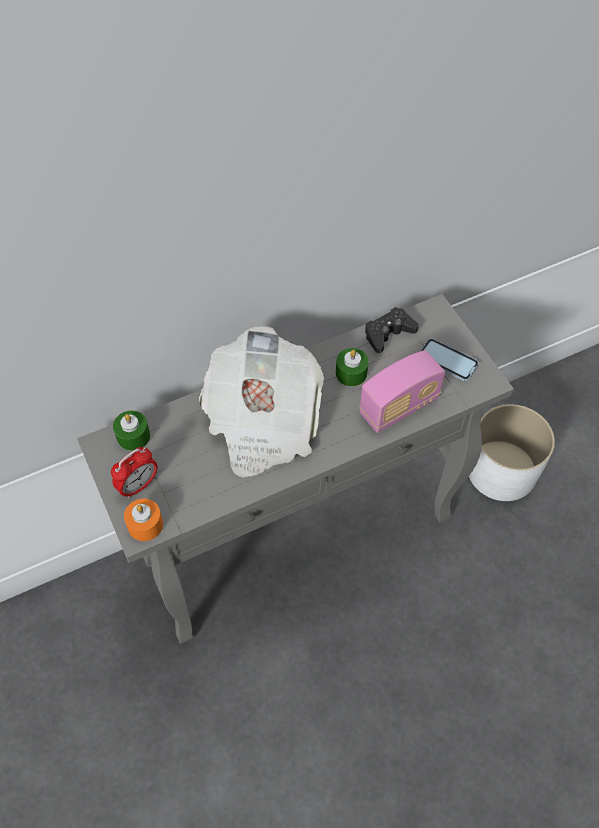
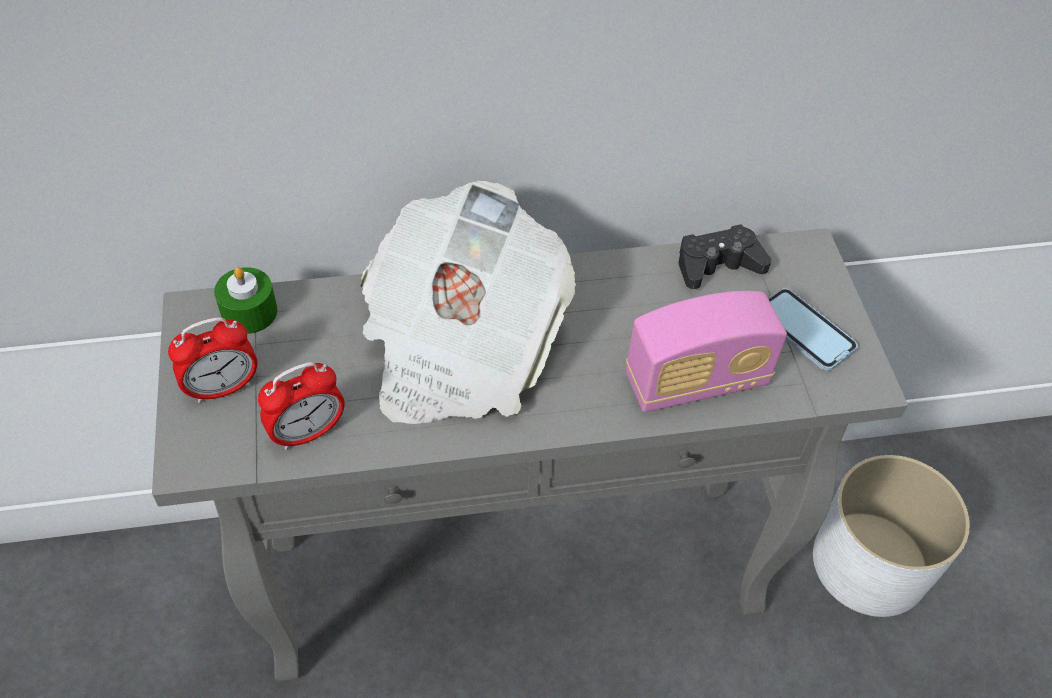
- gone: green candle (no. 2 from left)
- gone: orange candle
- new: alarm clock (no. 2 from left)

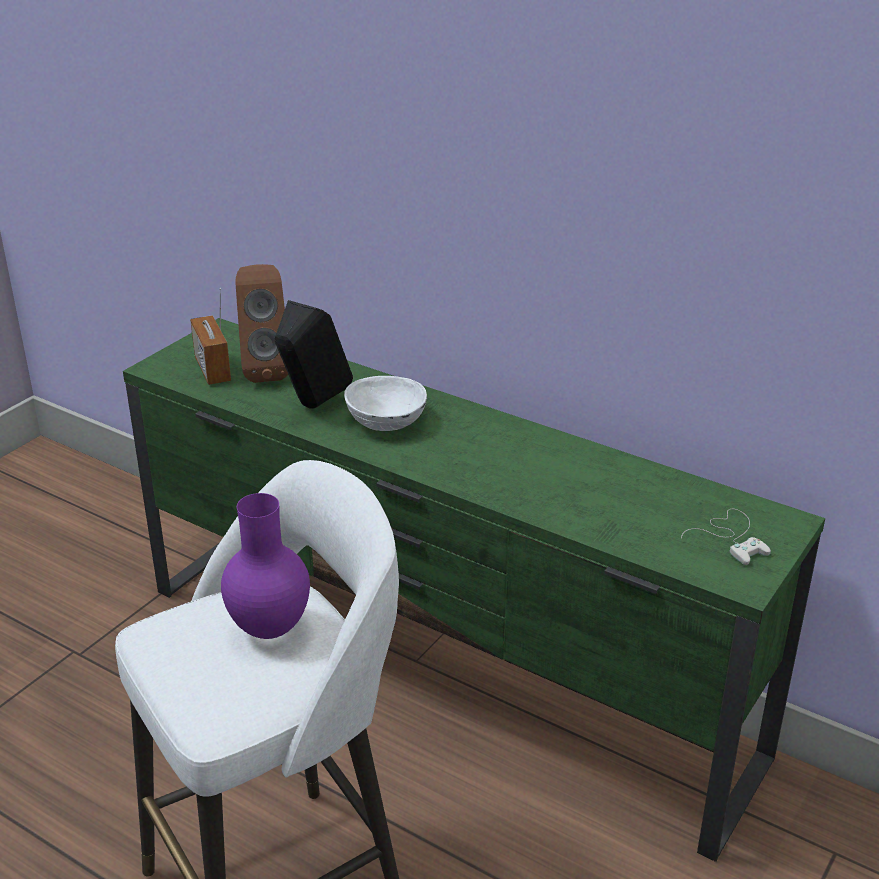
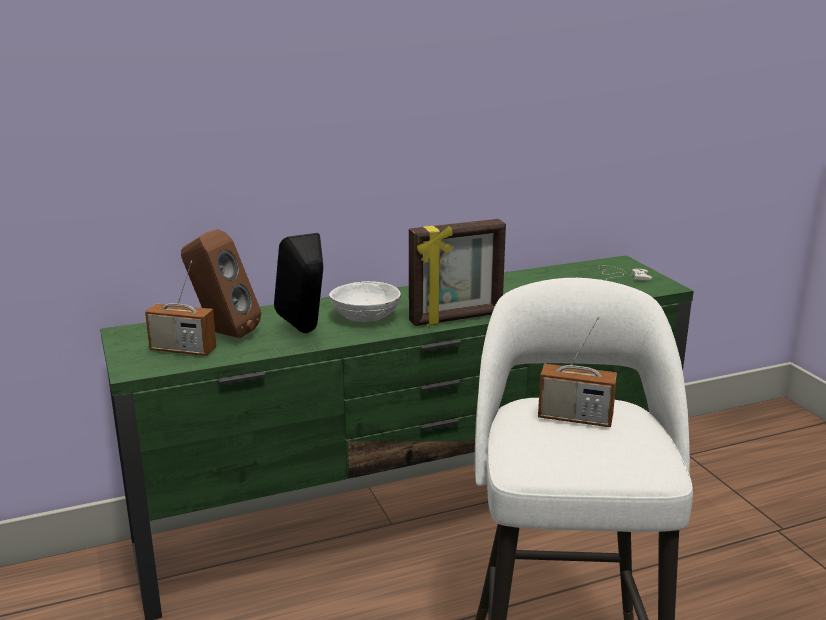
- swapped: purple vase to radio (no. 2 from left)
- new: picture frame

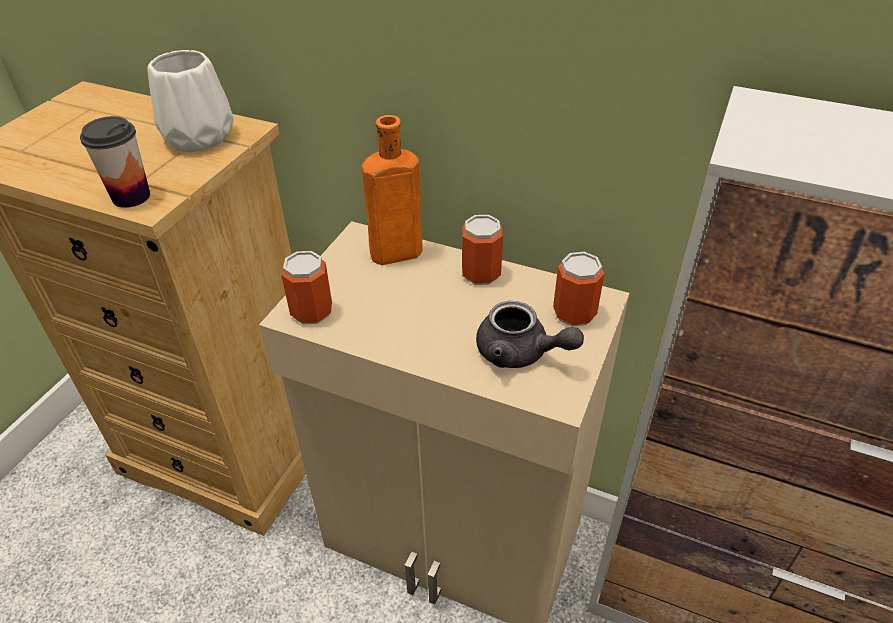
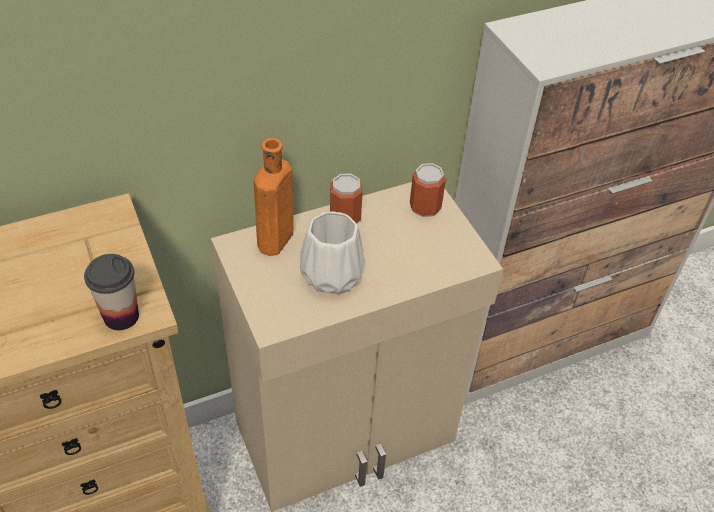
- shifted: white vase
- gone: can (no. 1 from left)
- gone: grey teapot

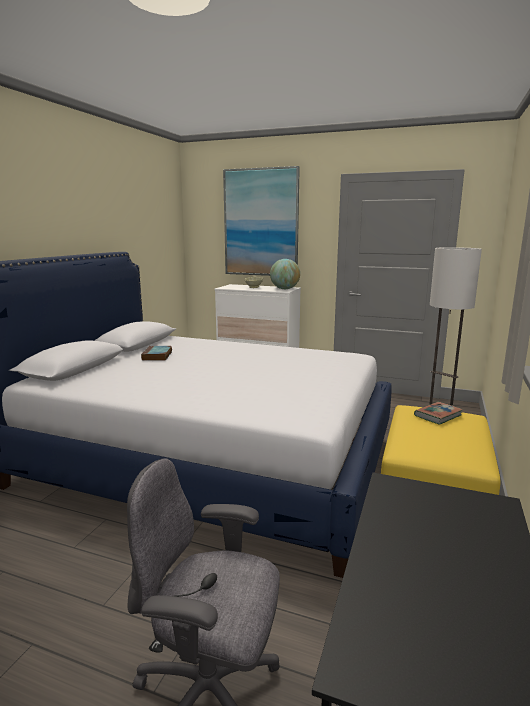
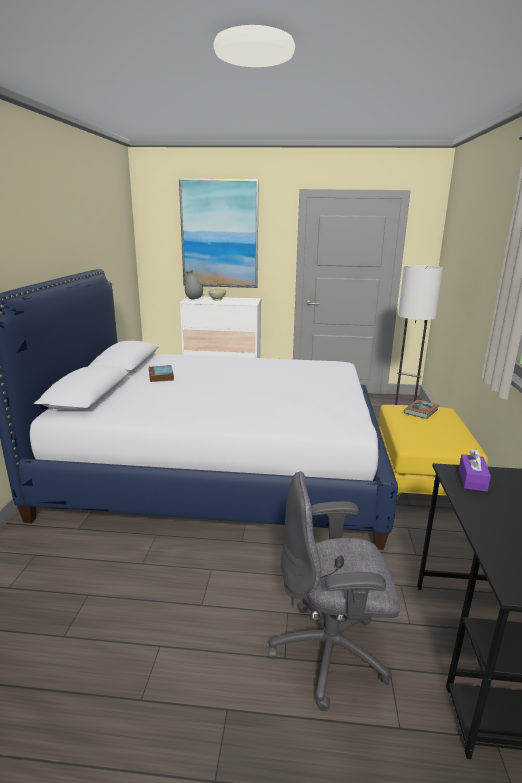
- gone: globe
- new: grey vase
- new: purple tissue box

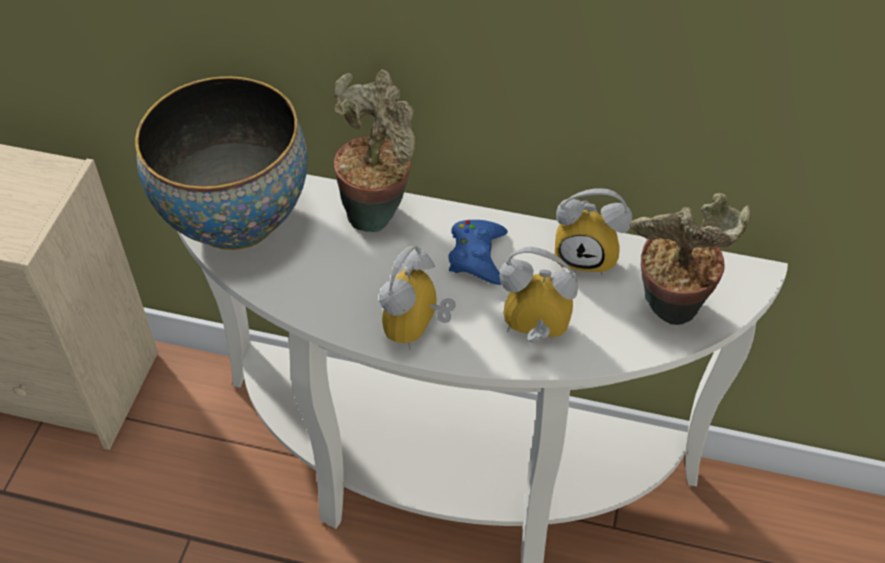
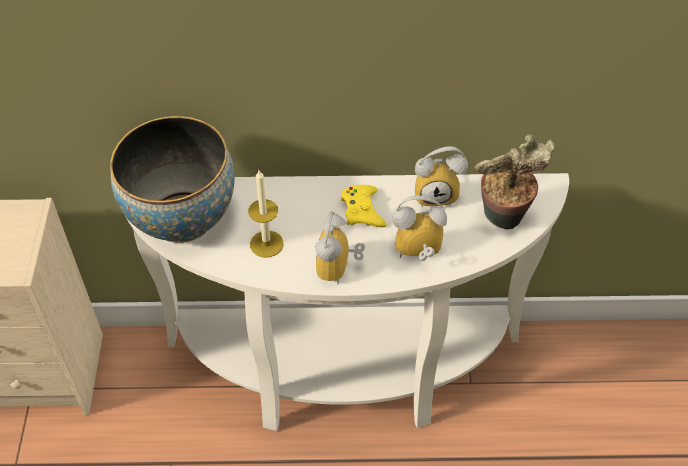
- gone: potted plant (no. 1 from left)
- repainted: blue game controller to yellow game controller
- new: candle

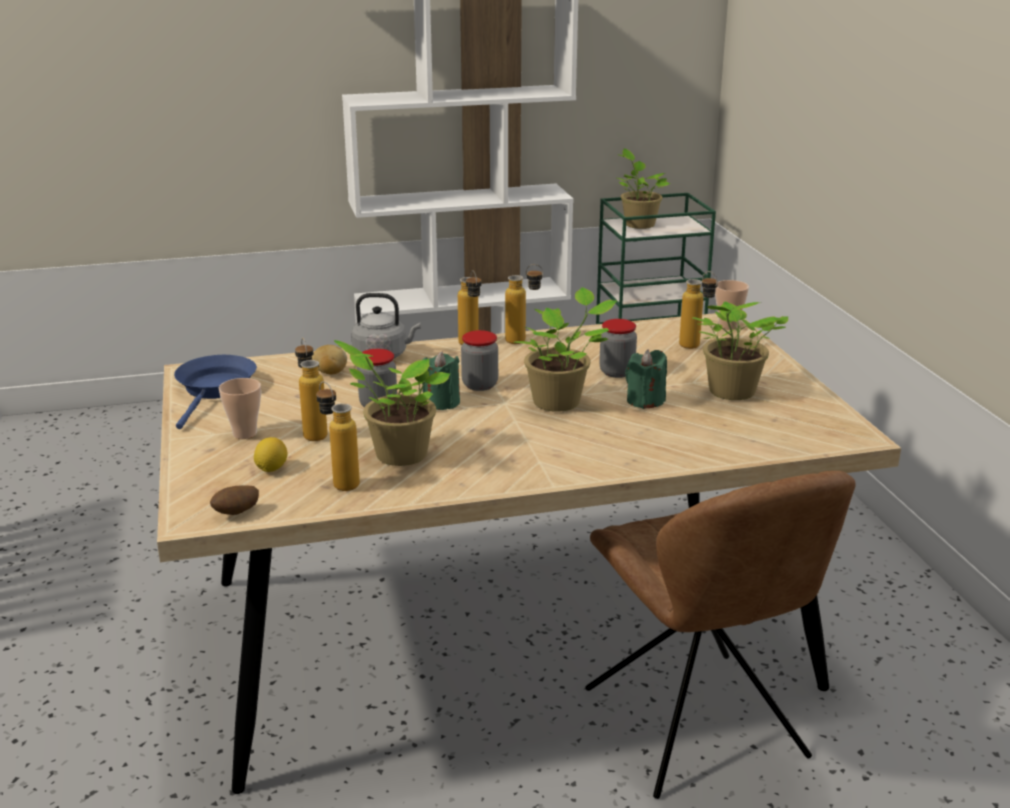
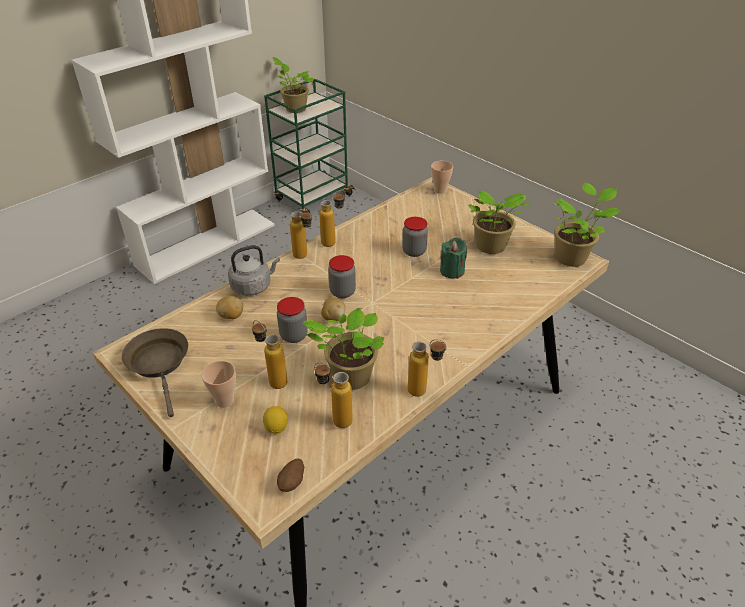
- shifted: bottle (no. 5 from left)
- shifted: potted plant (no. 2 from left in the first image) to potted plant (no. 4 from left)
- swapped: green candle (no. 1 from left) to potato (no. 3 from left)
- repainted: blue frying pan to brown frying pan
- gone: brown chair

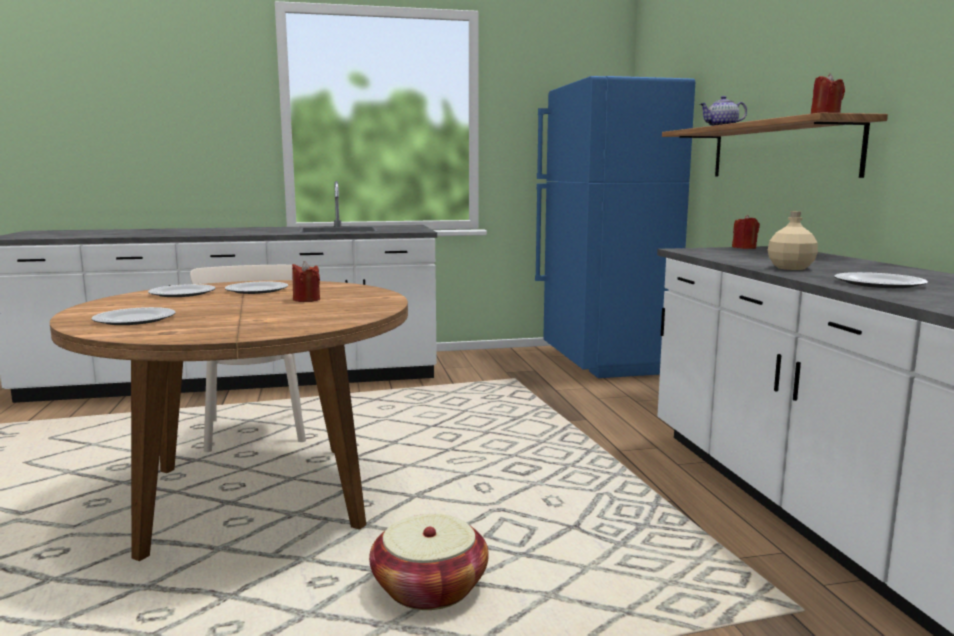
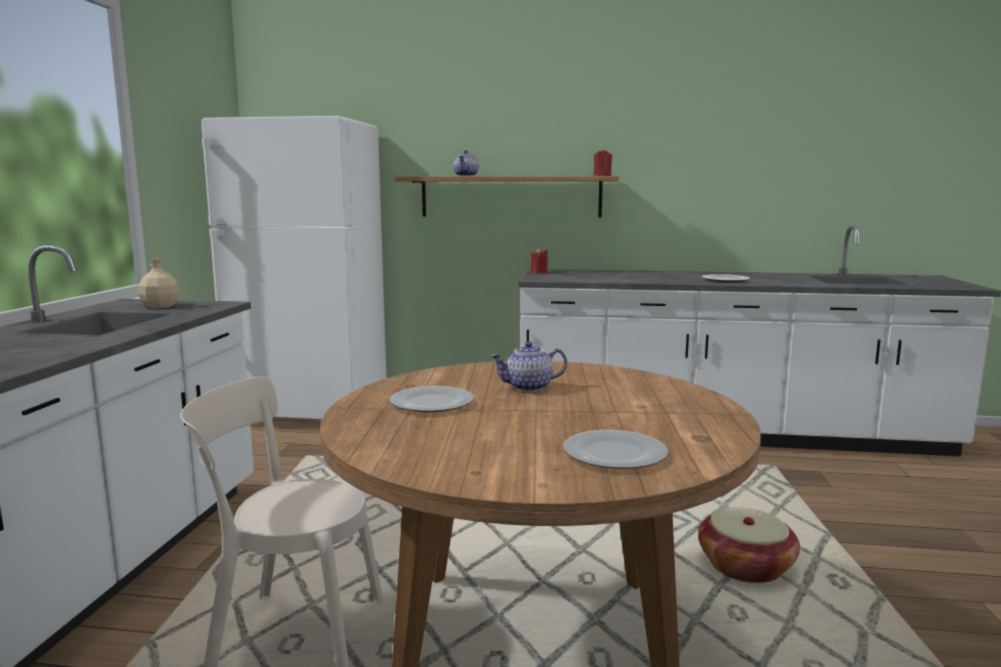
- repainted: blue fridge to white fridge
- shifted: beige bottle
- swapped: red candle (no. 1 from left) to teapot (no. 2 from left)
- gone: plate (no. 2 from left)

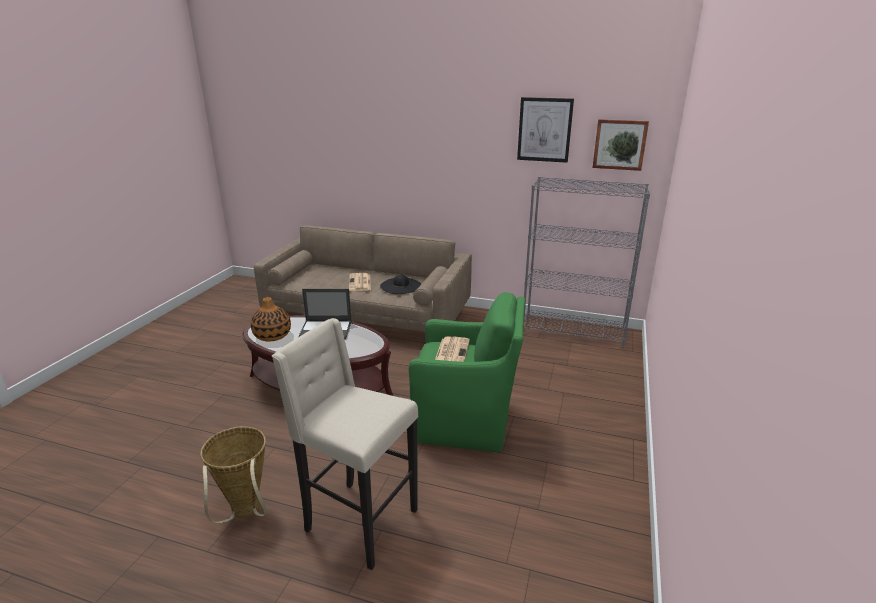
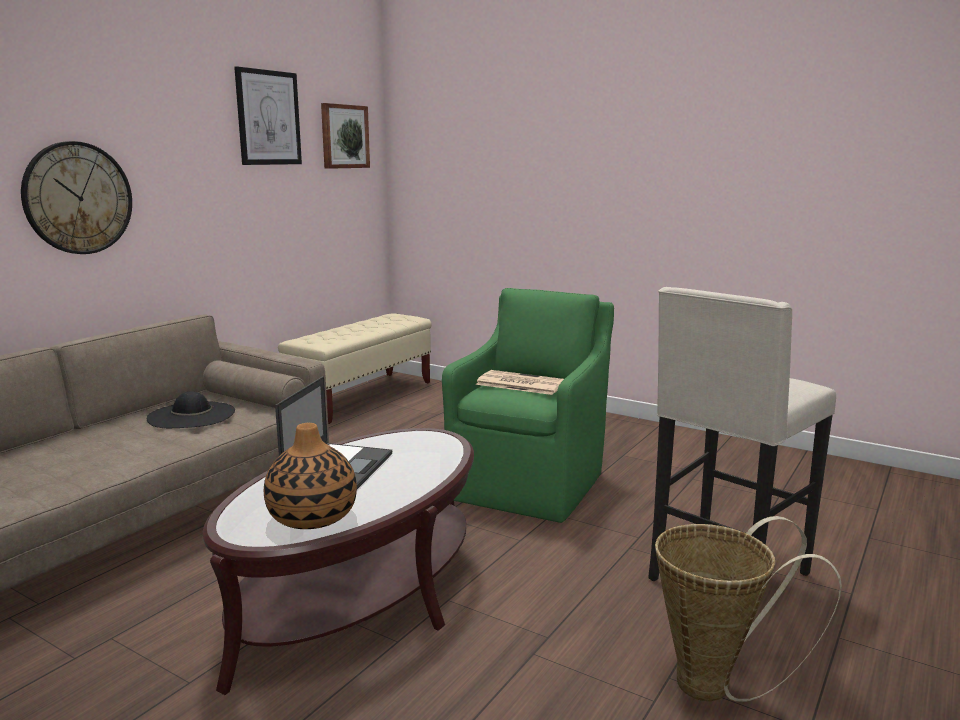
- swapped: grey bookcase to beige bench
- gone: newspaper (no. 1 from left)
- new: wall clock

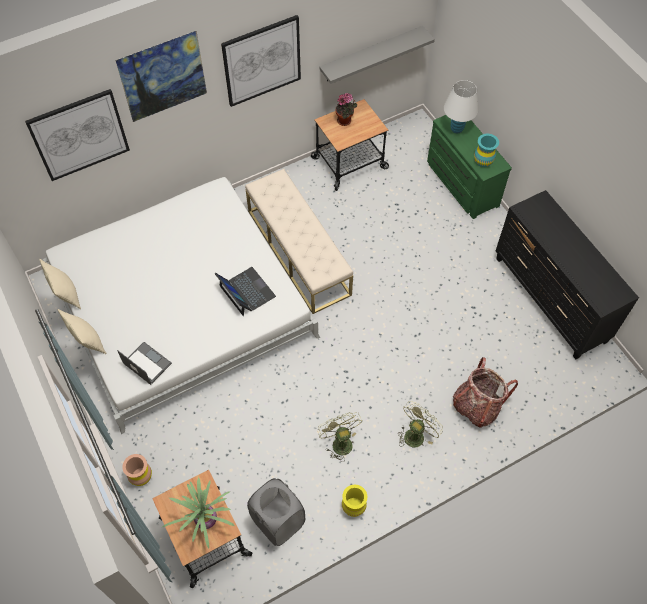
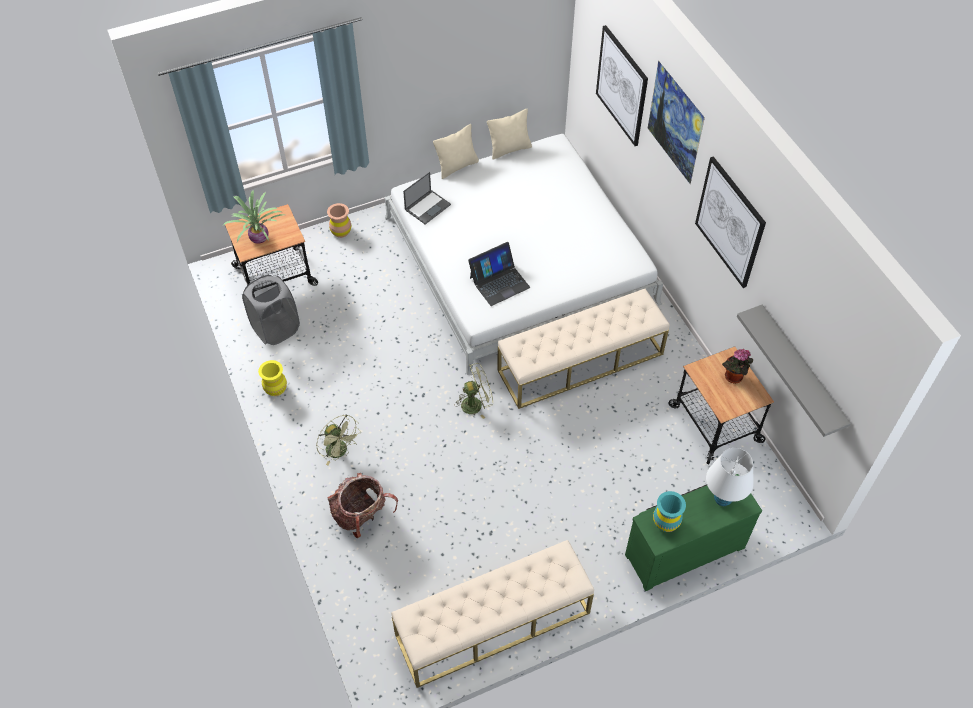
- swapped: black dresser to beige bench (no. 1 from left)
- shifted: green fan (no. 1 from left in the first image) to green fan (no. 2 from left)

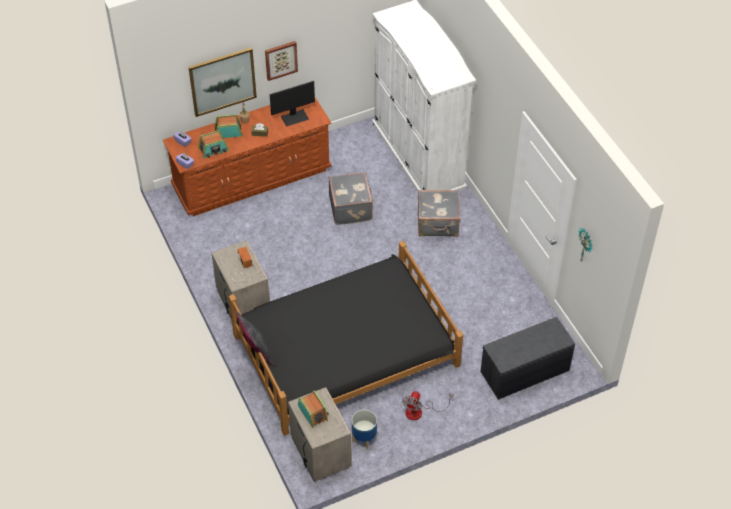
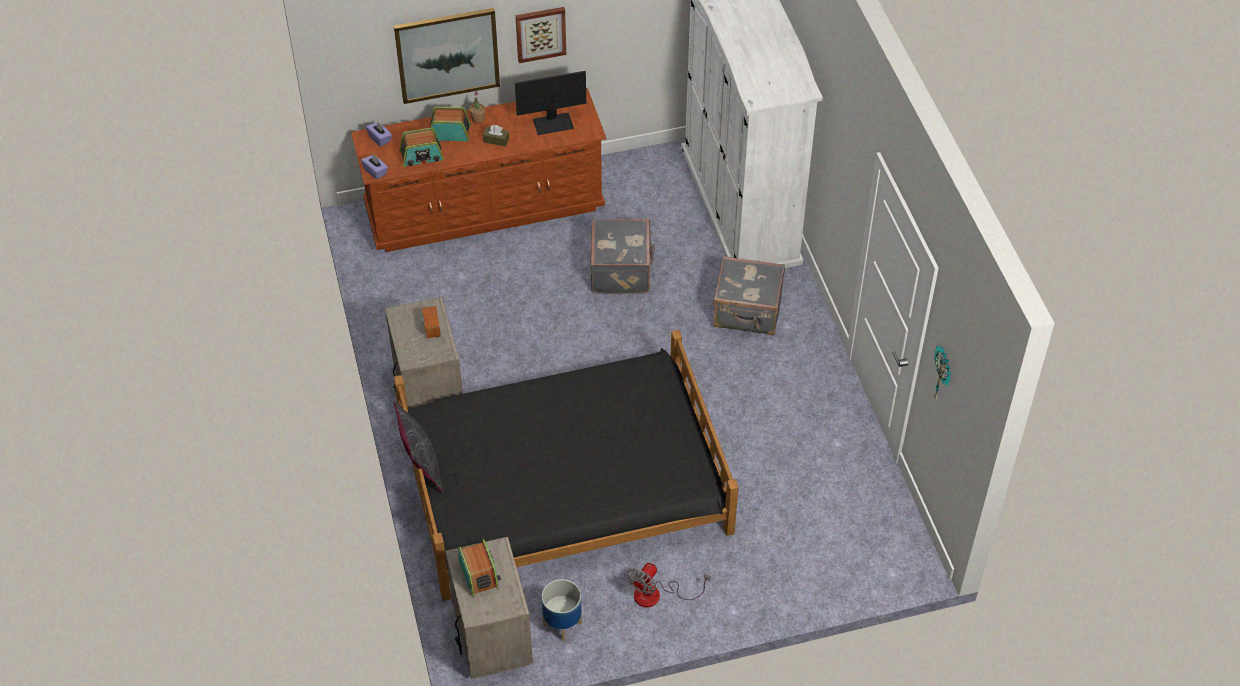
- gone: grey bench

